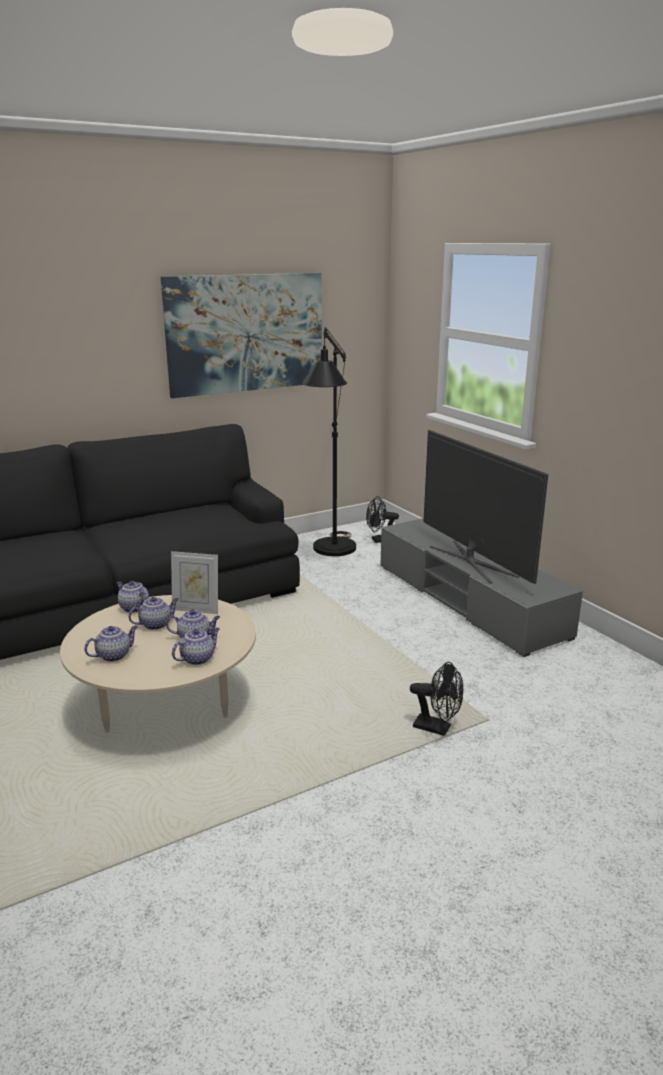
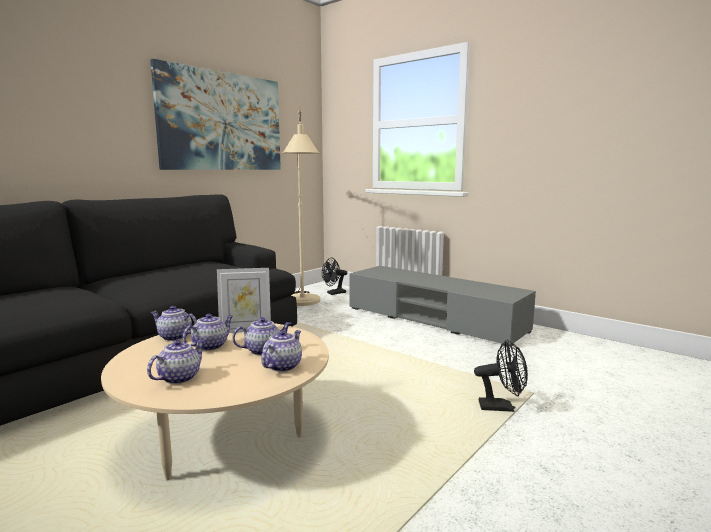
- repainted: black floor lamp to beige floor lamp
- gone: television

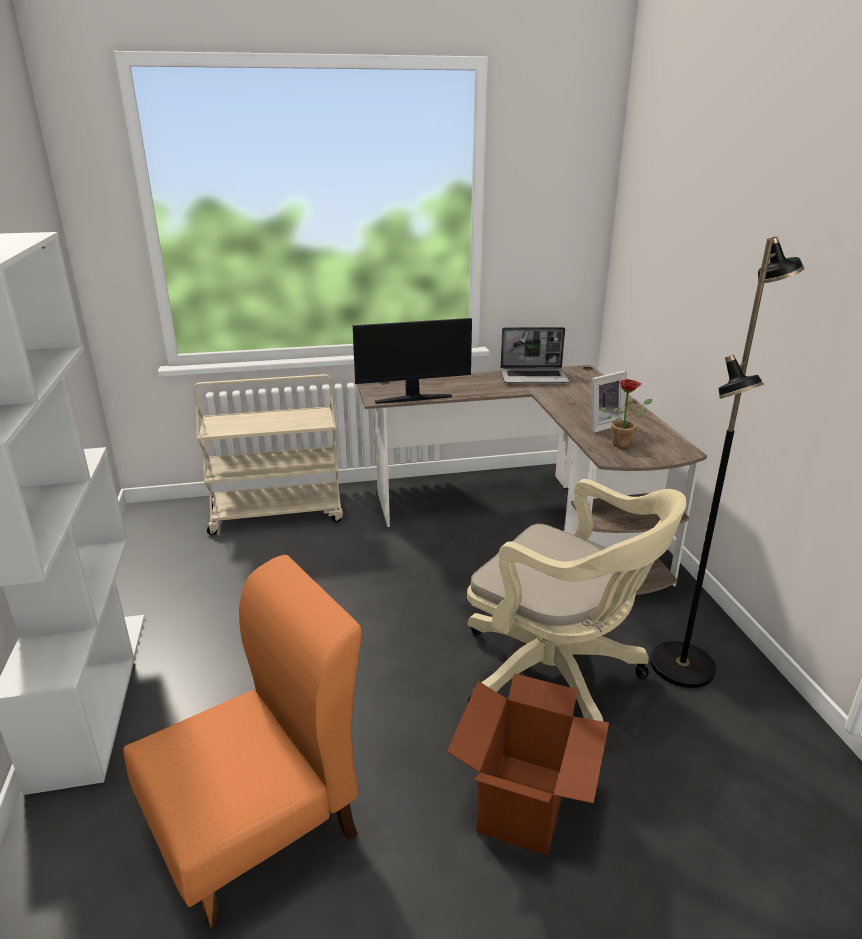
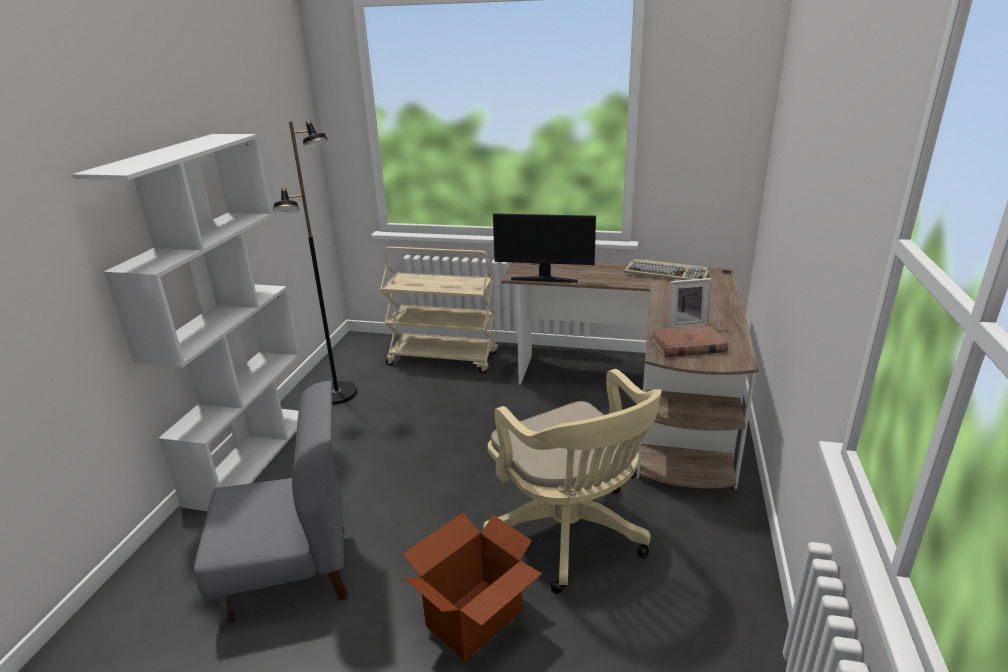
- shifted: black floor lamp
- swapped: laptop to keyboard
- swapped: potted plant to brown book
- repainted: orange chair to grey chair

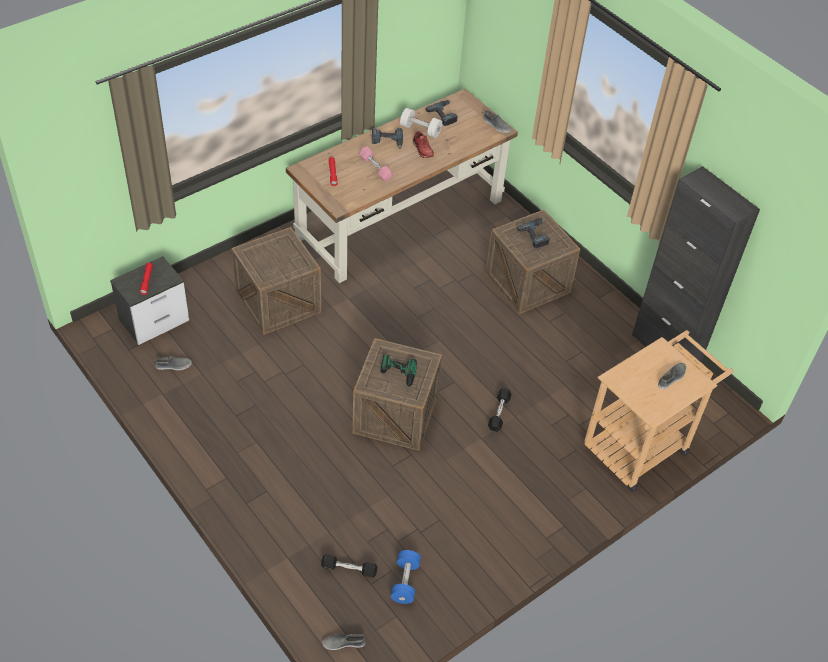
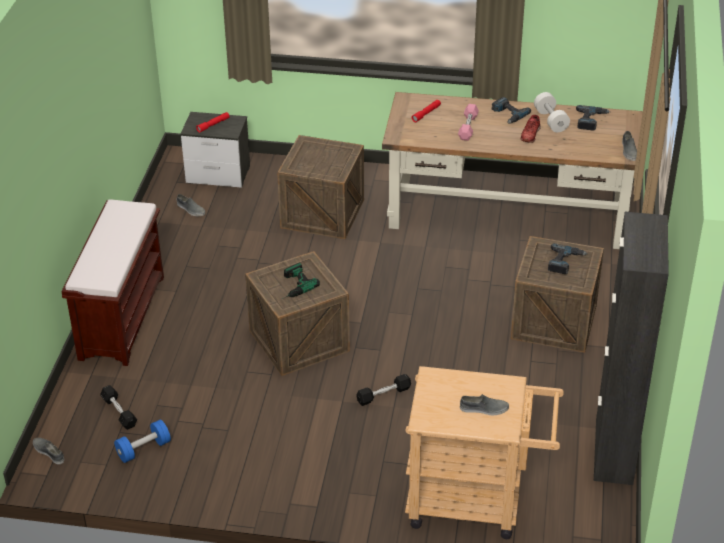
- new: brown bench

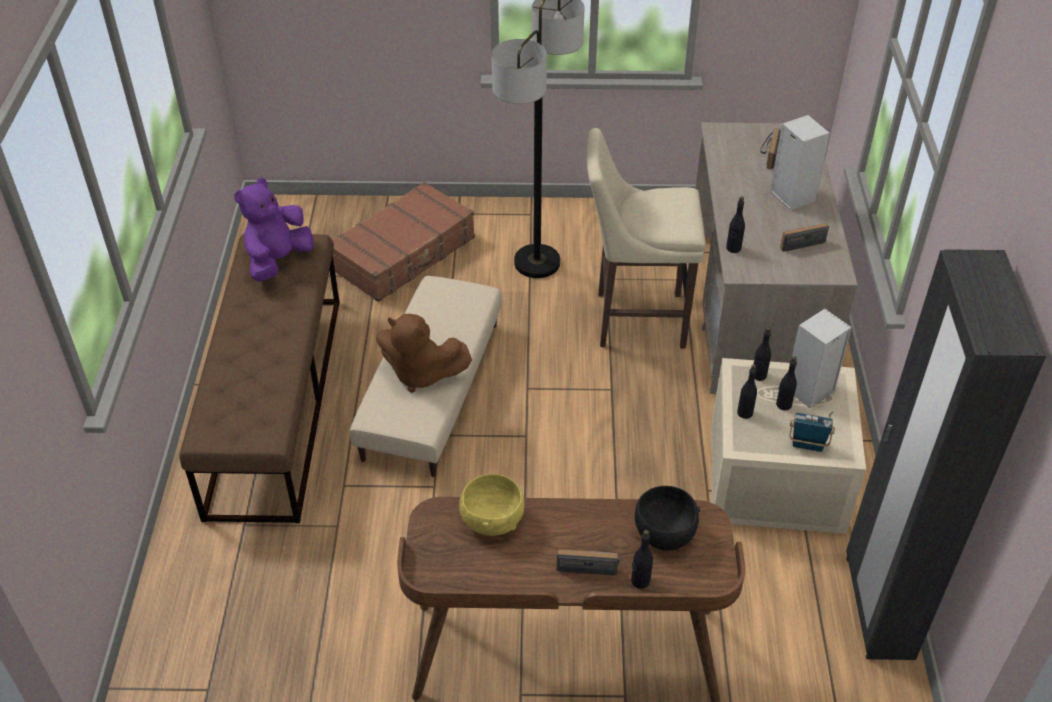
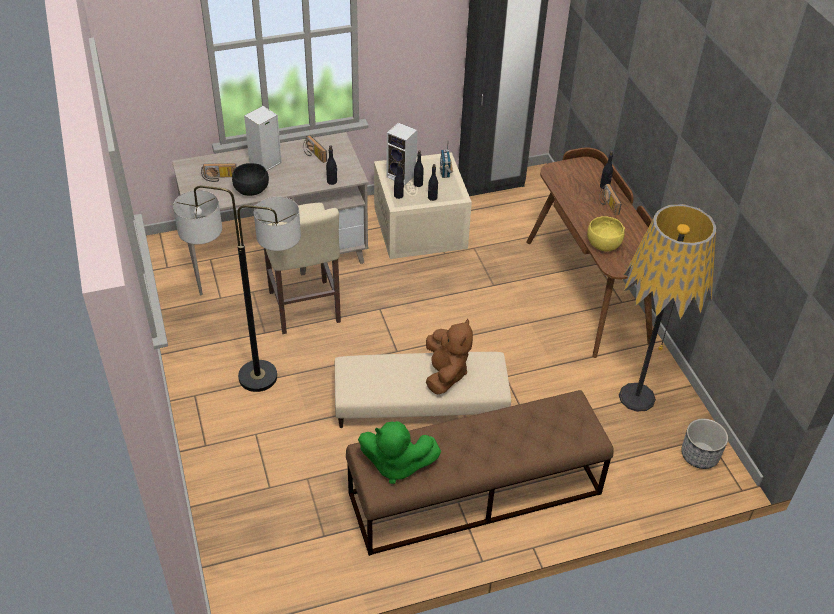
- repainted: purple plush toy to green plush toy
- gone: brown suitcase
- shifted: black bowl
- new: floor lamp (no. 2 from left)
- new: planter

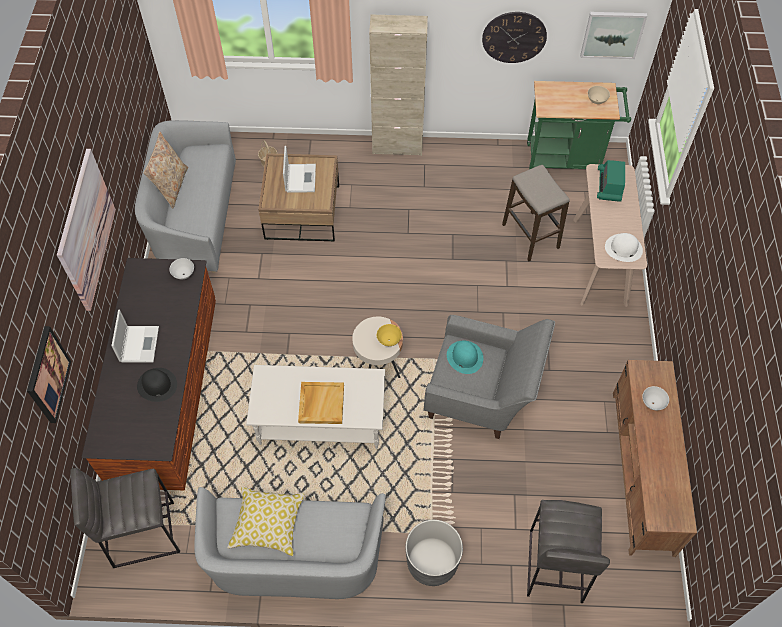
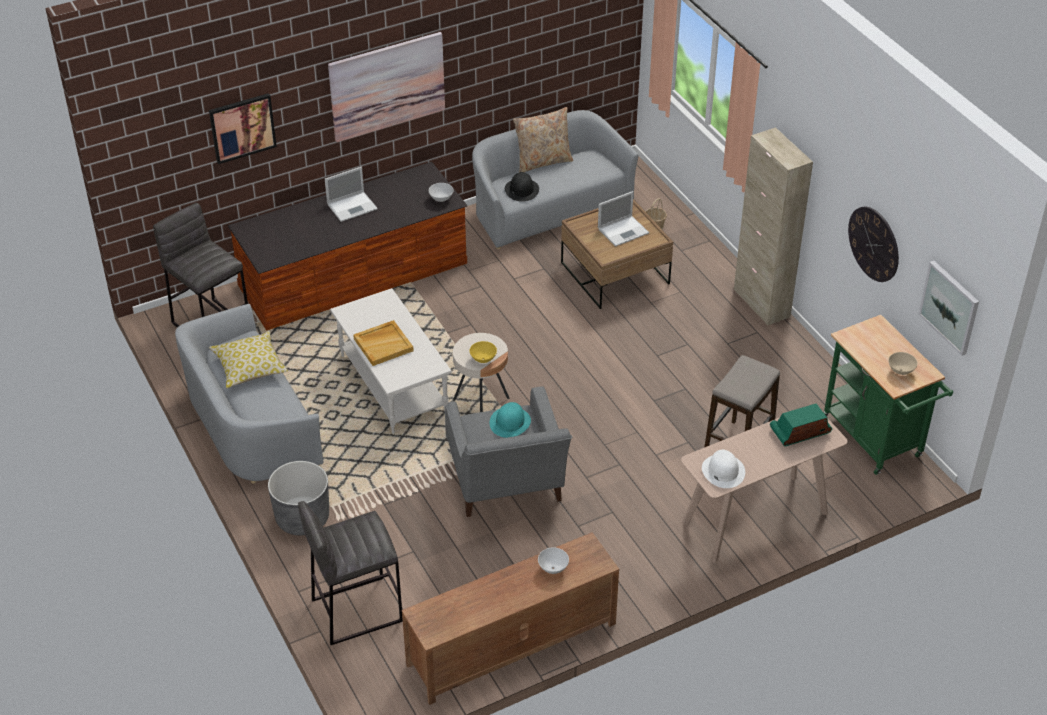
- shifted: black hat

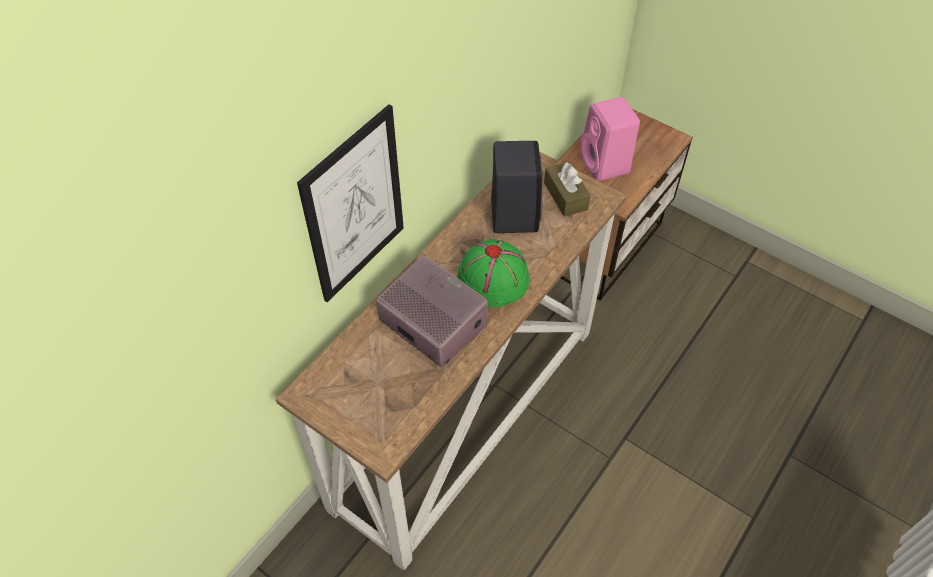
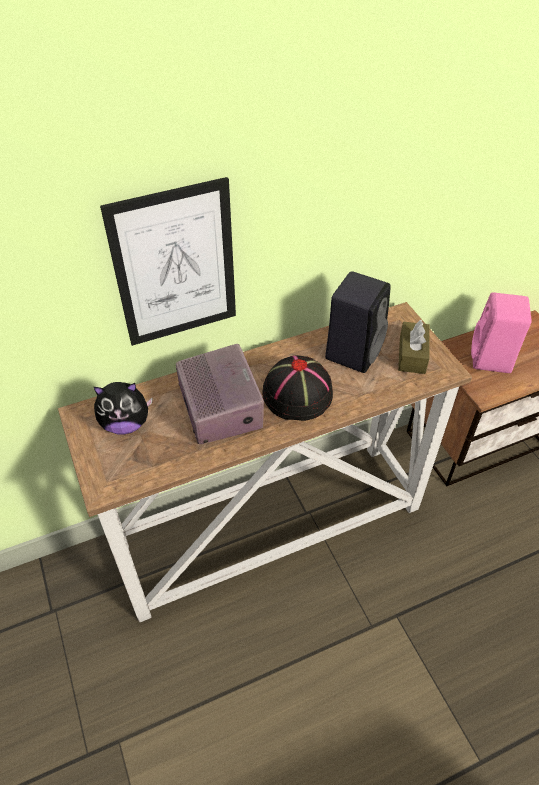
- repainted: green hat to black hat
- new: plush toy

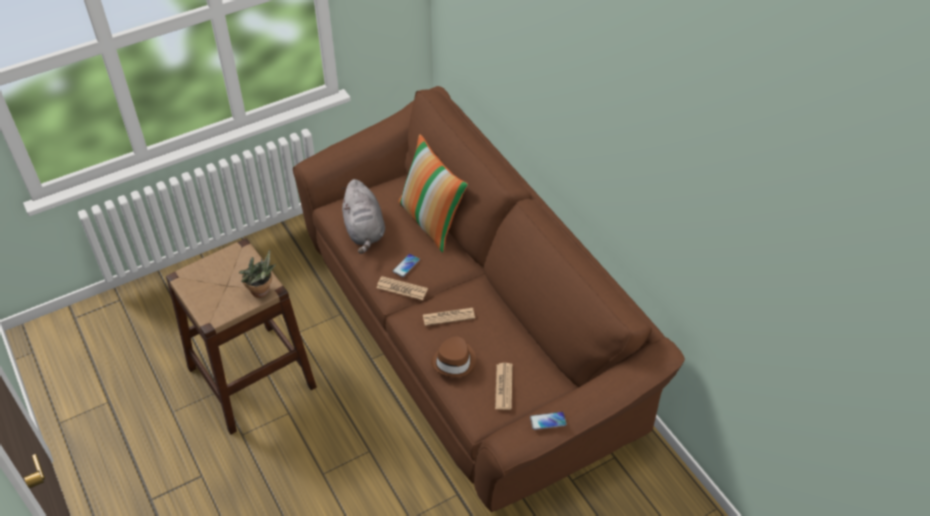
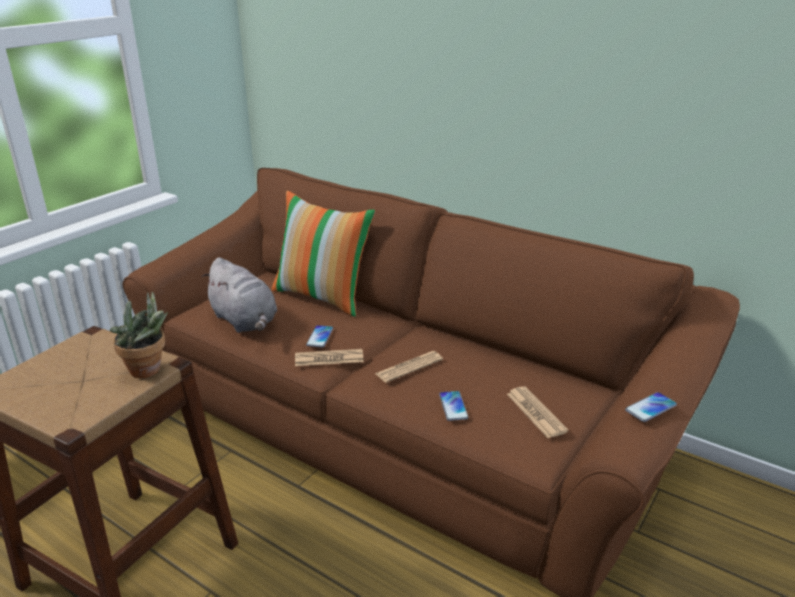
- swapped: brown hat to phone (no. 2 from left)

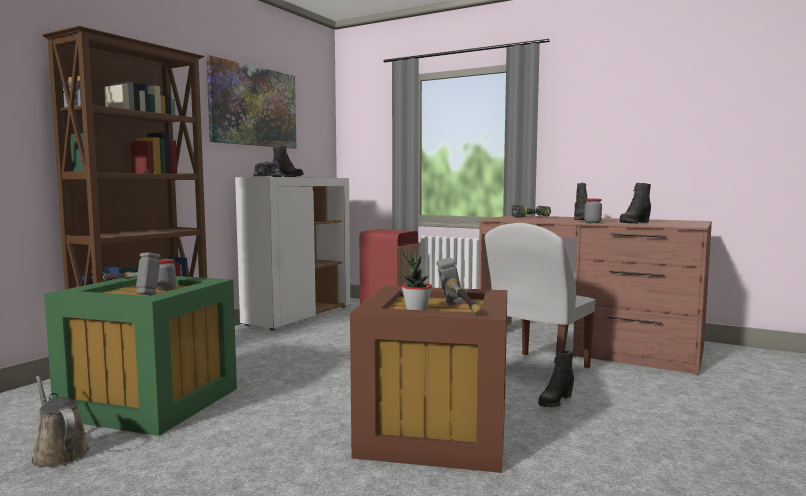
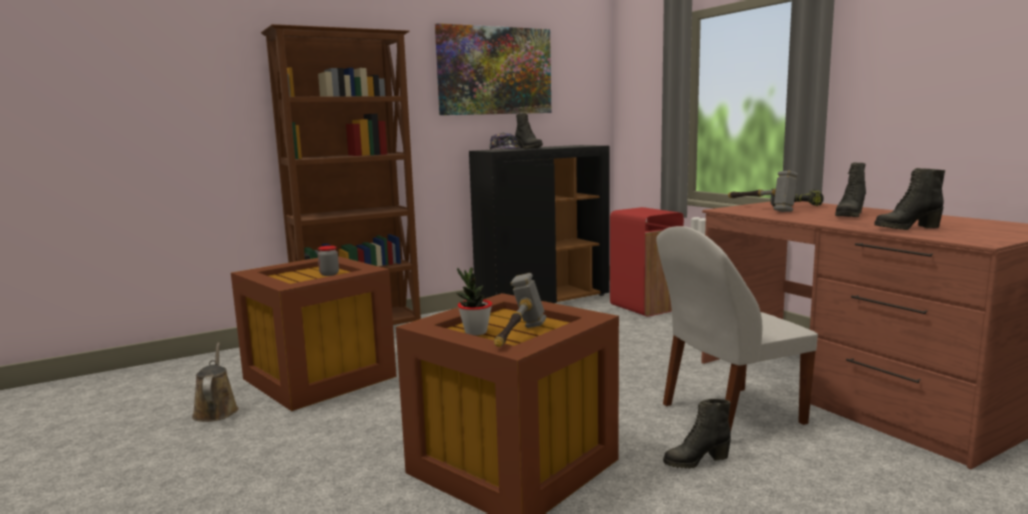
- repainted: white cabinet to black cabinet
- gone: jar (no. 2 from left)
- shifted: hammer (no. 1 from left in the first image) to hammer (no. 2 from left)
- repainted: green storage box to brown storage box (no. 1 from left)

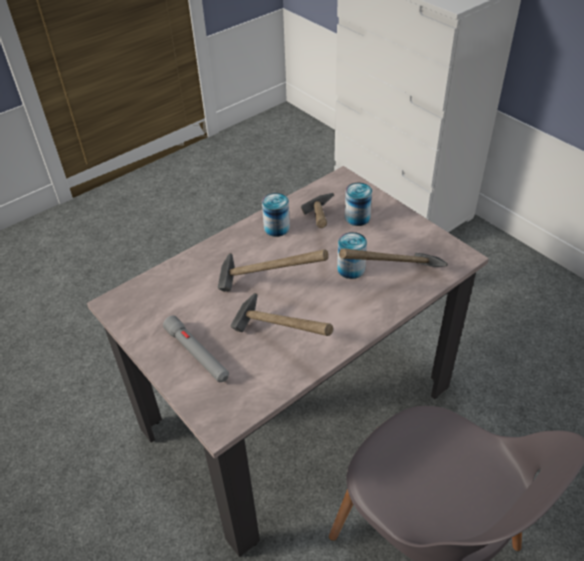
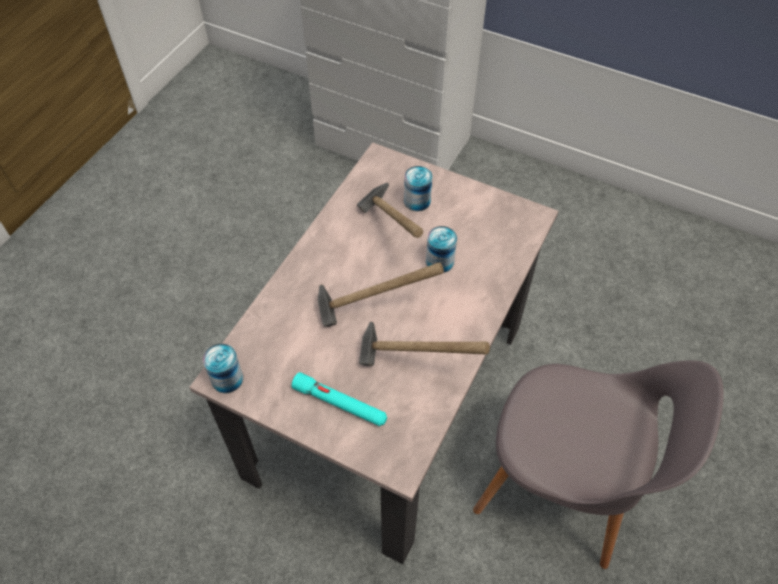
- shifted: can (no. 1 from left)
- gone: hammer (no. 4 from left)
- repainted: grey flashlight to turquoise flashlight

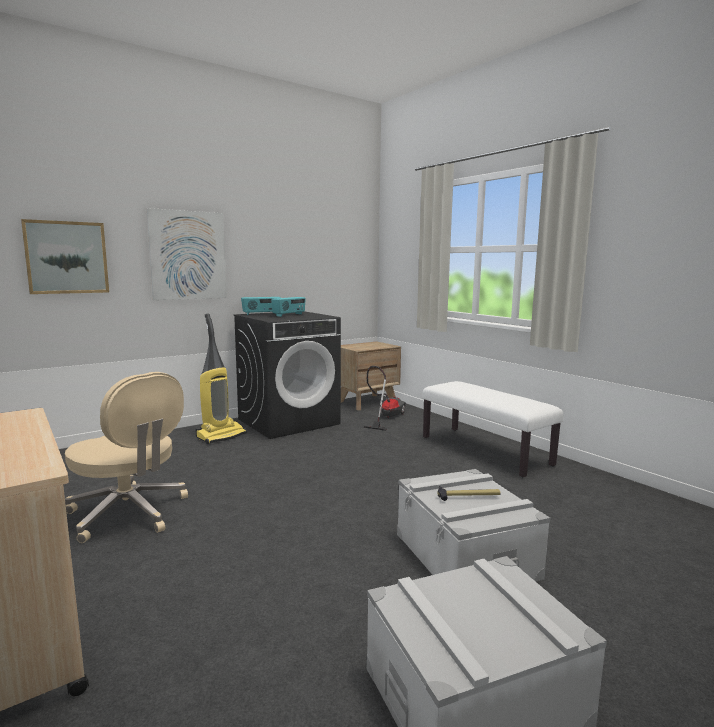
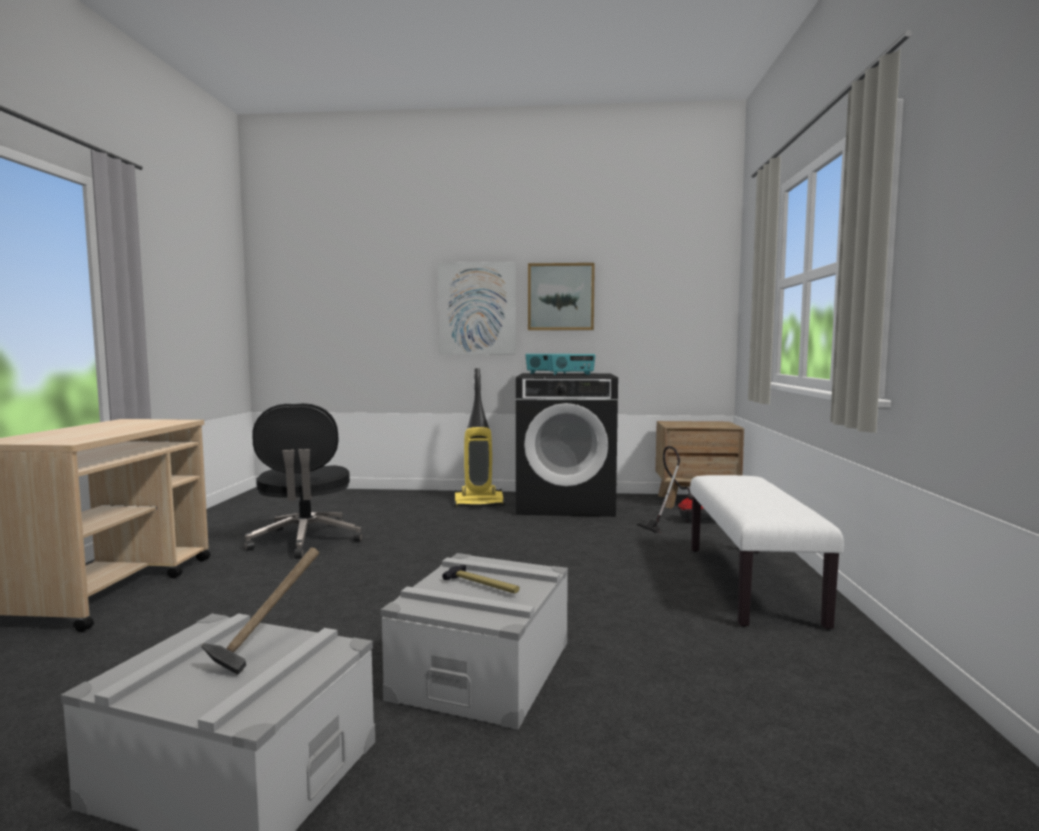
- shifted: picture (no. 1 from left in the first image) to picture (no. 2 from left)
- repainted: beige office chair to black office chair
- new: hammer (no. 1 from left)

